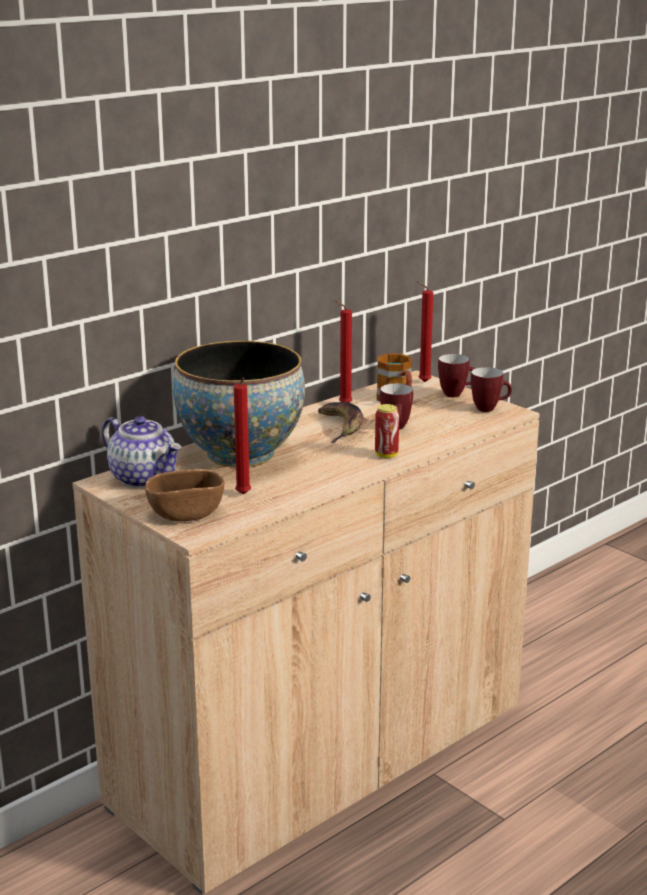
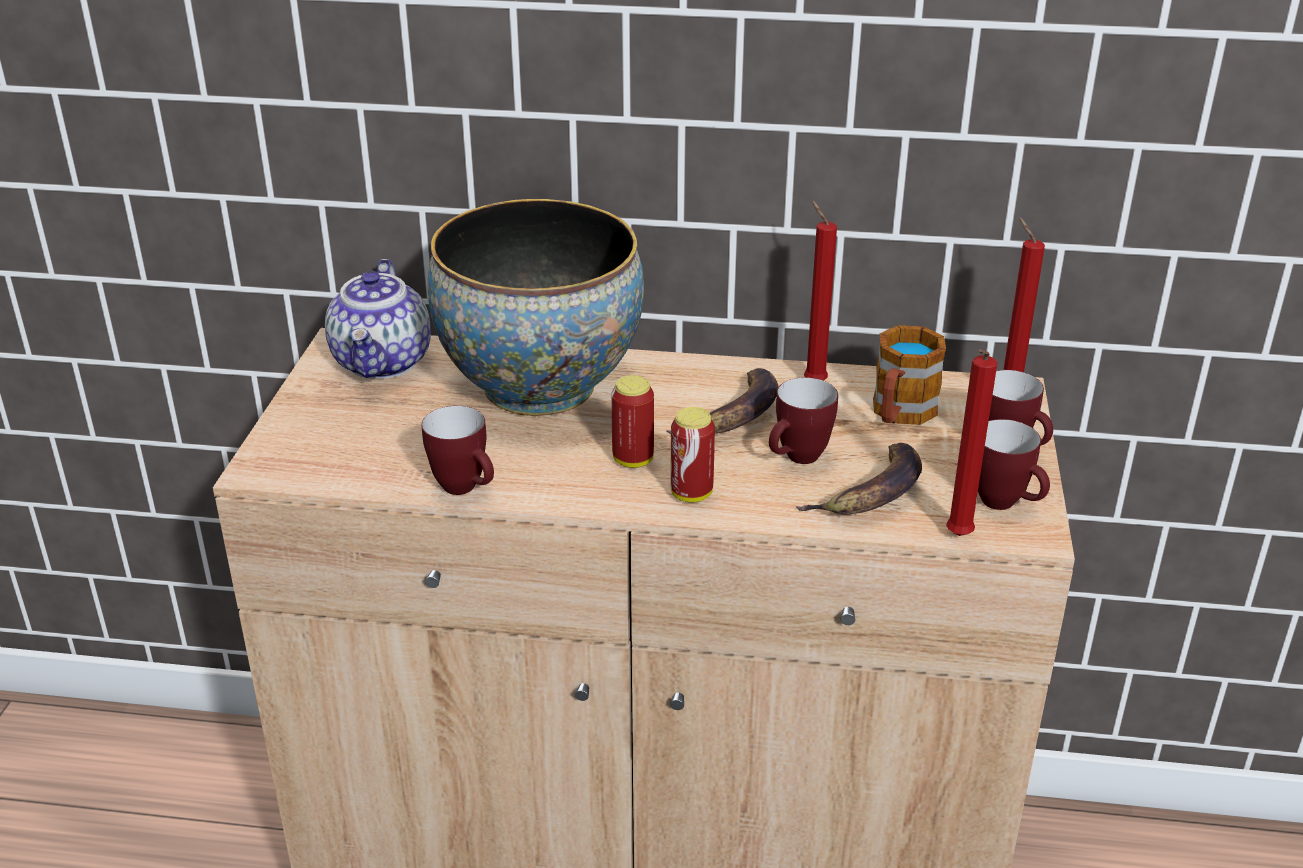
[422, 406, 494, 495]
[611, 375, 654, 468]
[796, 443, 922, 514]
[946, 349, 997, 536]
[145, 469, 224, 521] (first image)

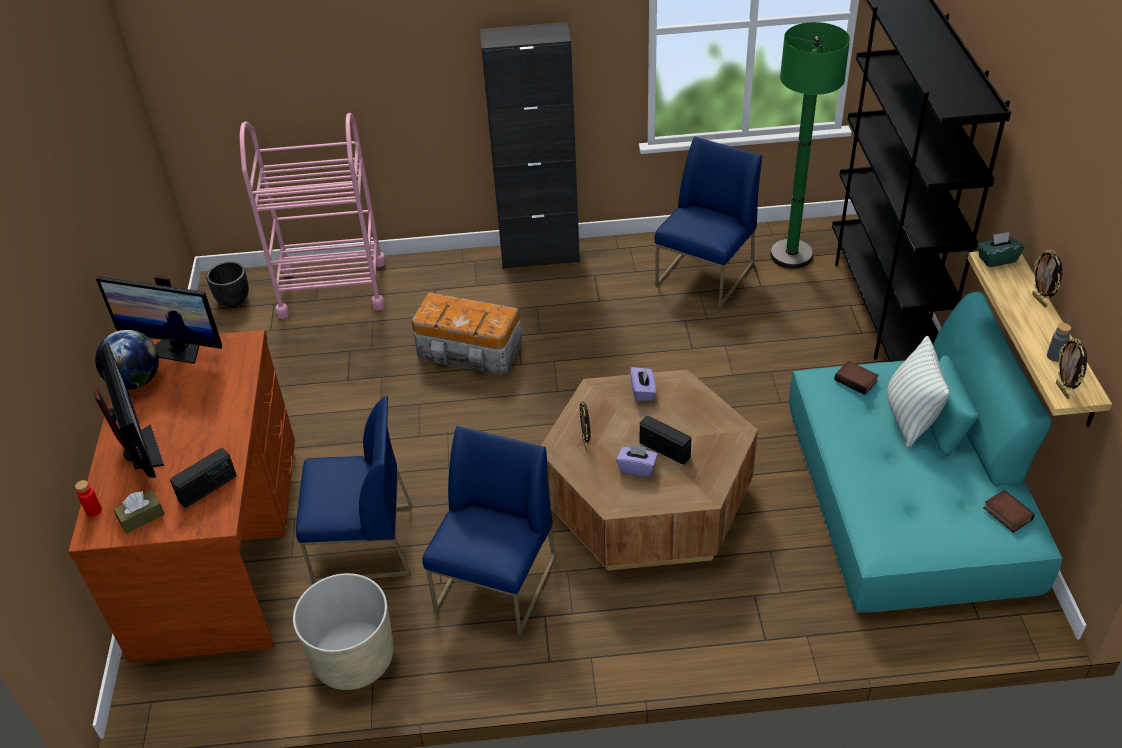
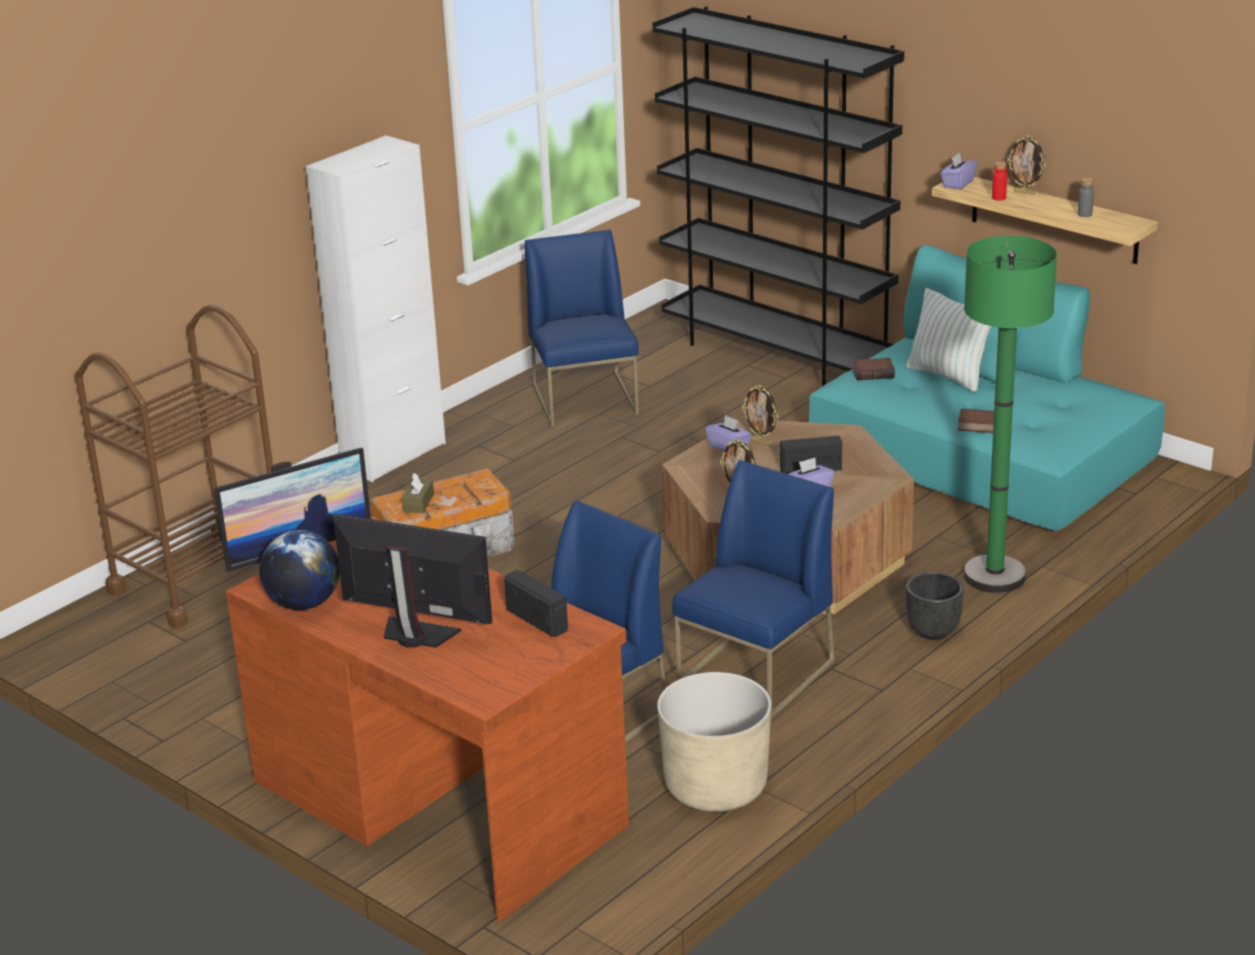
[75, 305, 273, 628]
[306, 135, 446, 482]
[402, 473, 434, 513]
[504, 569, 568, 637]
[672, 460, 835, 719]
[742, 385, 779, 445]
[906, 572, 964, 640]
[940, 152, 977, 190]
[958, 409, 994, 433]
[964, 236, 1057, 593]
[992, 162, 1007, 201]

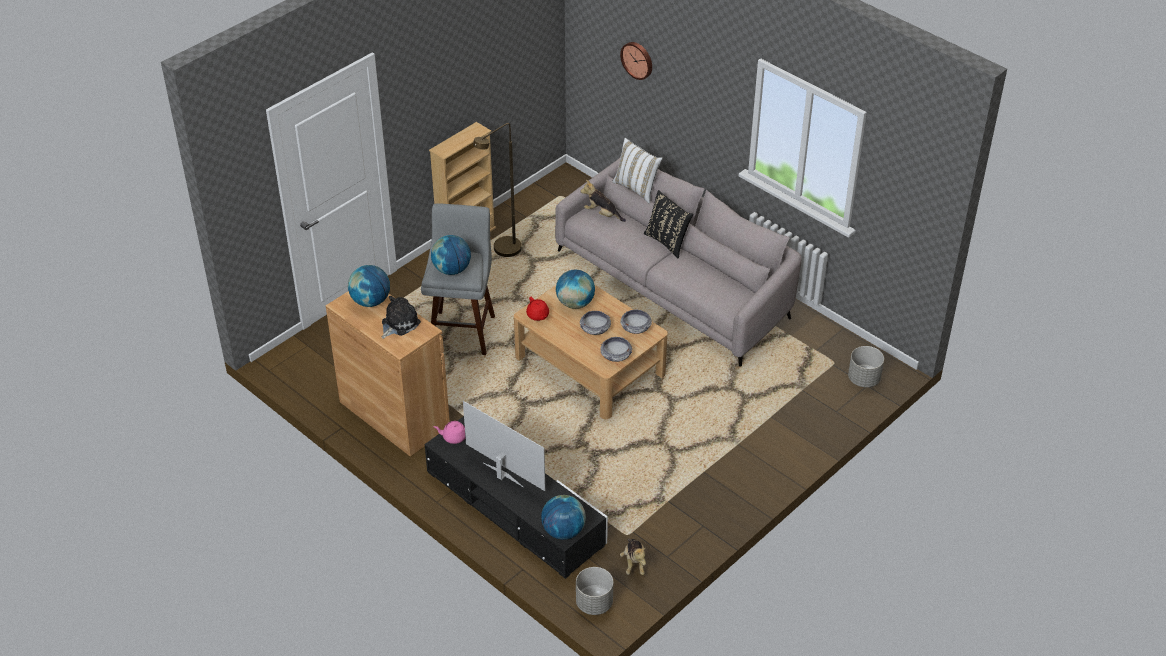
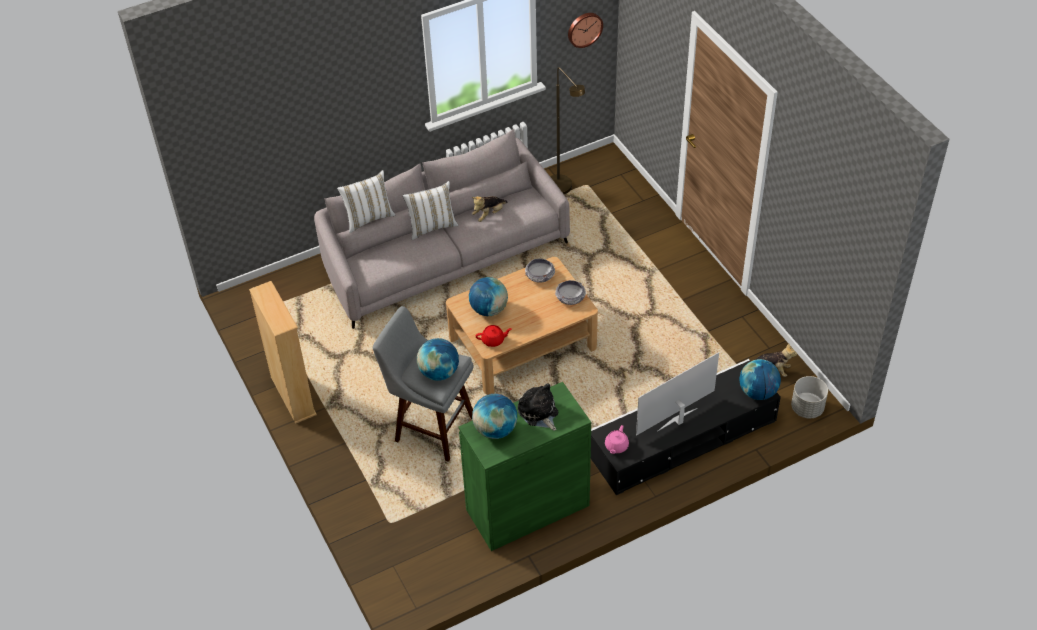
[403, 181, 459, 240]
[459, 382, 591, 551]
[472, 196, 507, 222]
[550, 67, 585, 194]
[568, 13, 603, 48]
[580, 311, 611, 335] (first image)
[848, 346, 884, 387] (first image)

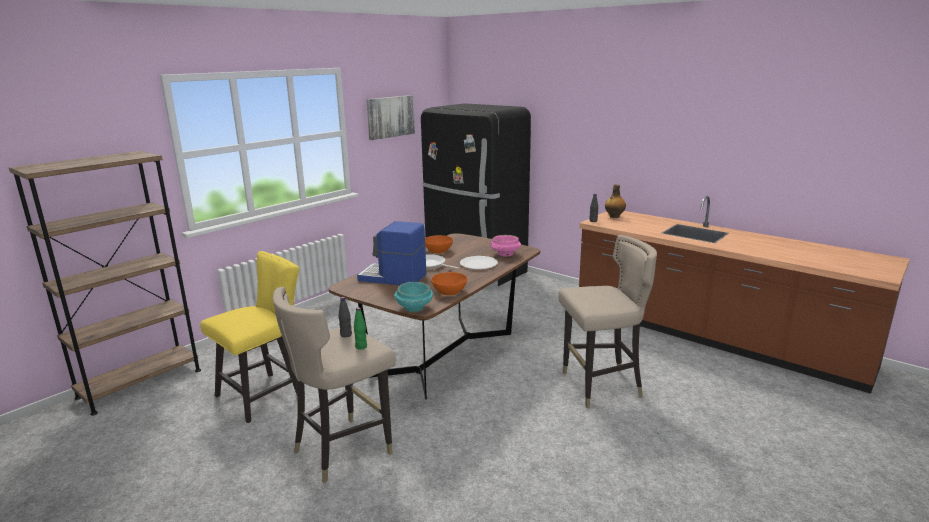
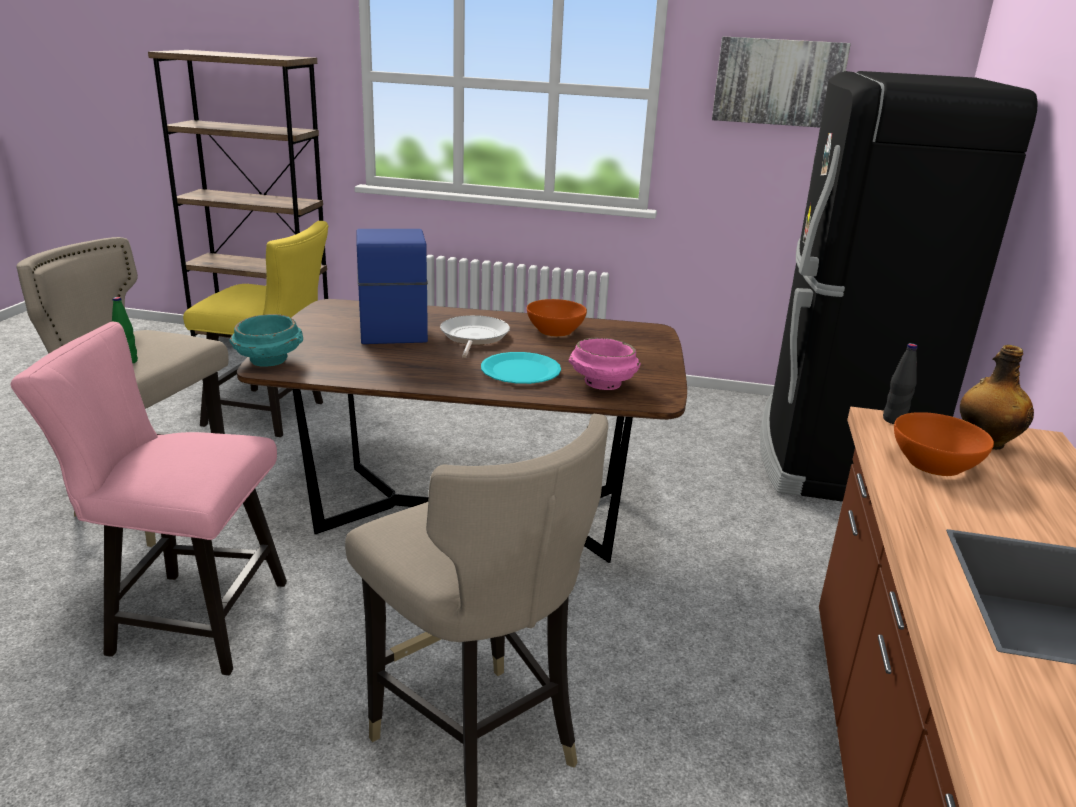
[11, 322, 287, 675]
[481, 352, 561, 384]
[894, 412, 994, 476]
[338, 297, 352, 337] (first image)

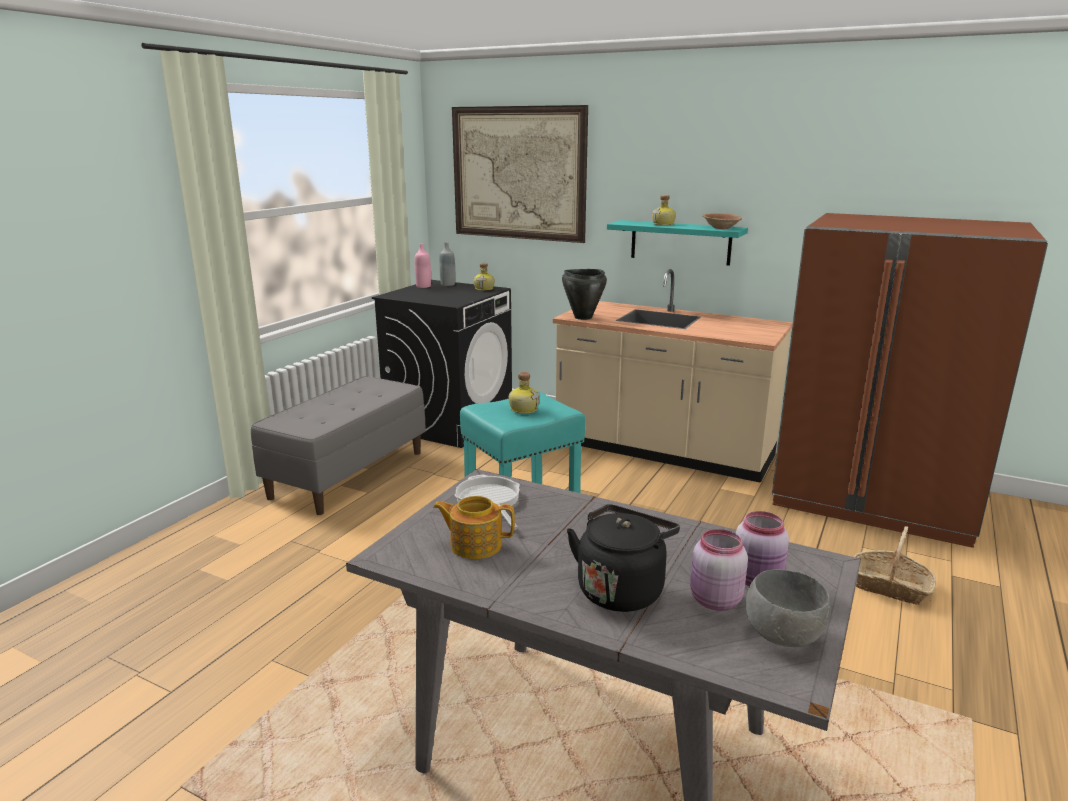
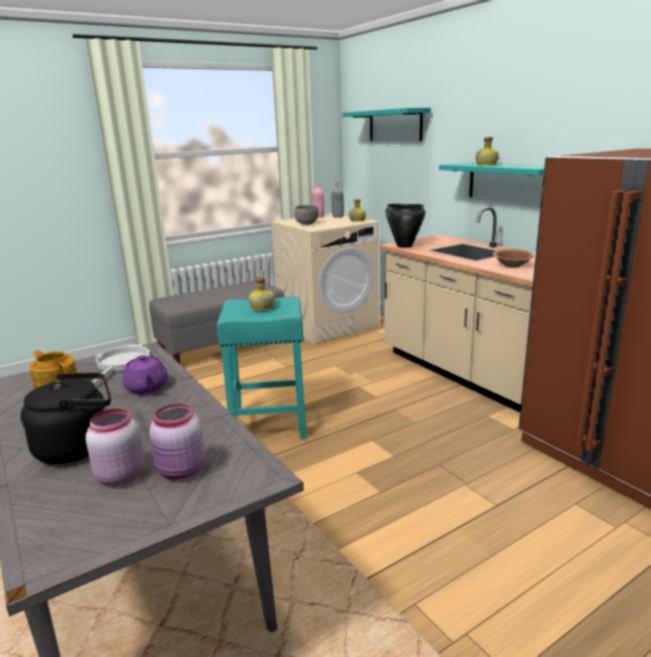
[122, 355, 168, 394]
[270, 213, 379, 344]
[294, 205, 319, 225]
[343, 108, 431, 141]
[493, 249, 534, 268]
[854, 526, 936, 605] (first image)

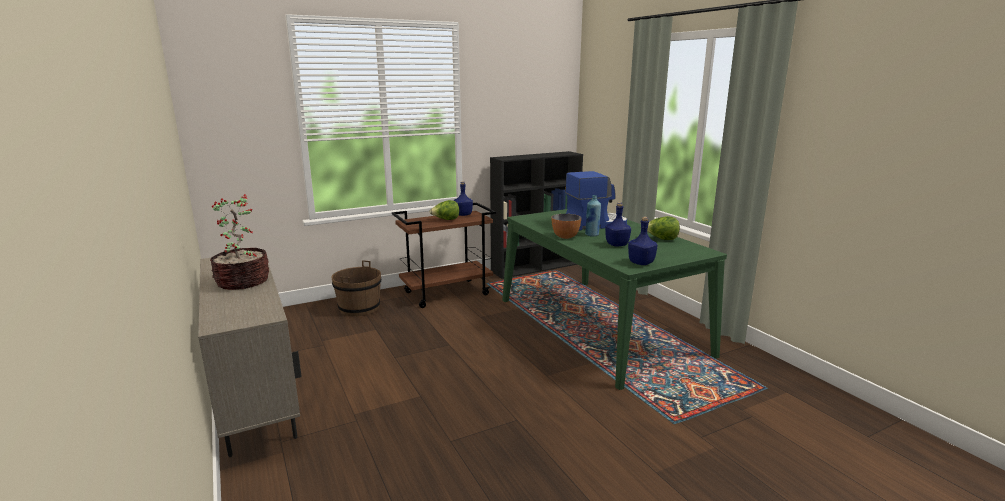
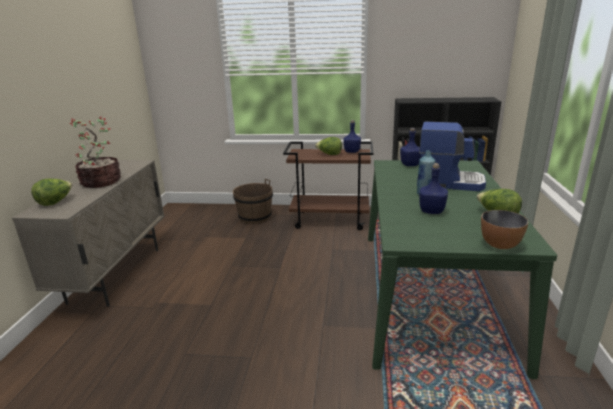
[31, 179, 72, 206]
[400, 128, 421, 166]
[481, 210, 529, 249]

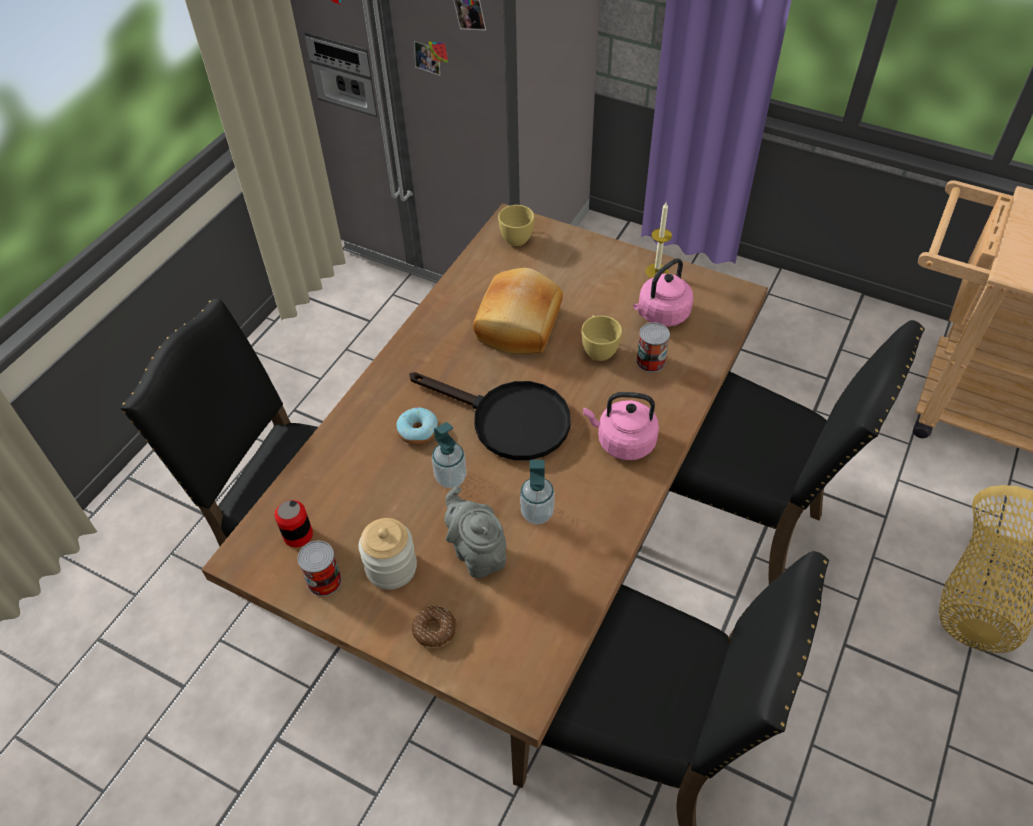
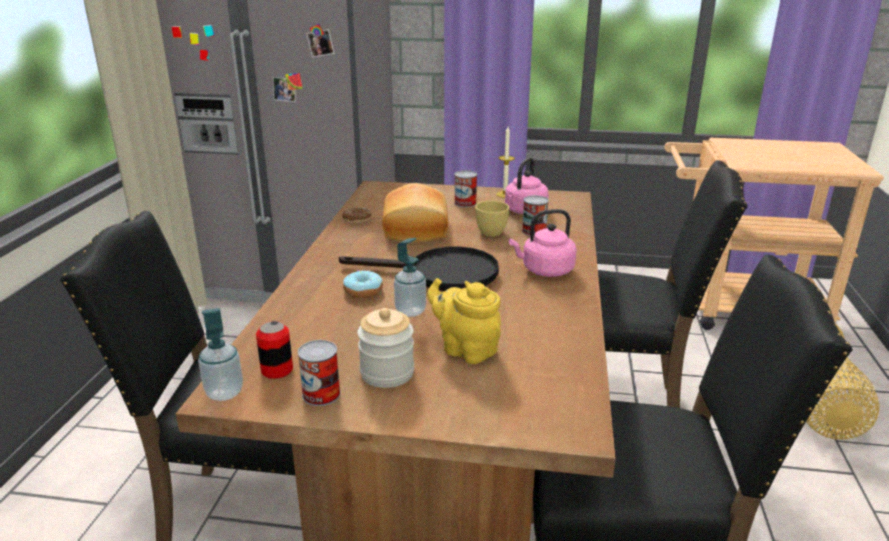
[198, 308, 243, 401]
[342, 208, 372, 224]
[427, 278, 501, 364]
[454, 170, 477, 207]
[498, 205, 534, 246] (first image)

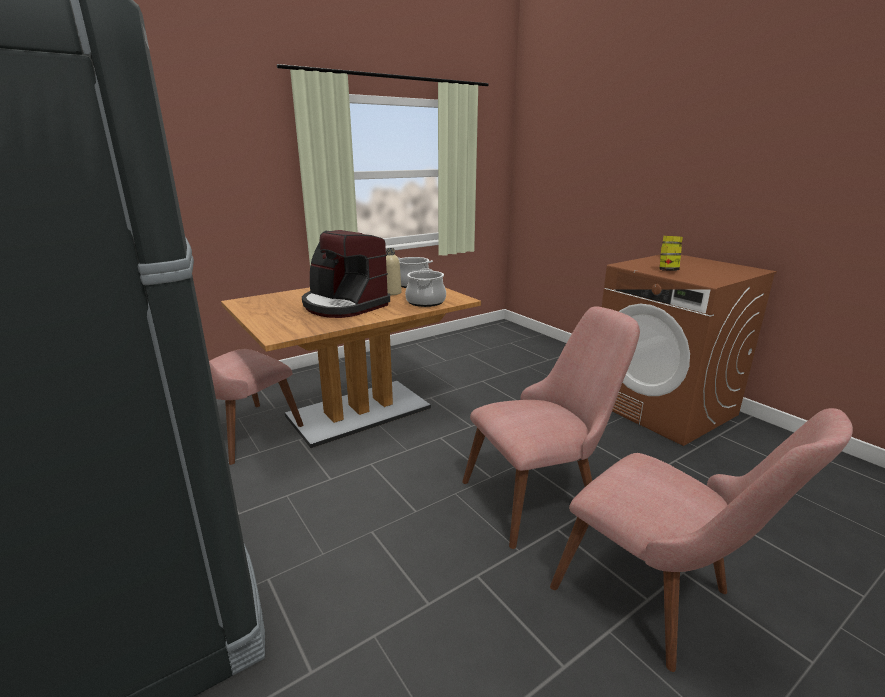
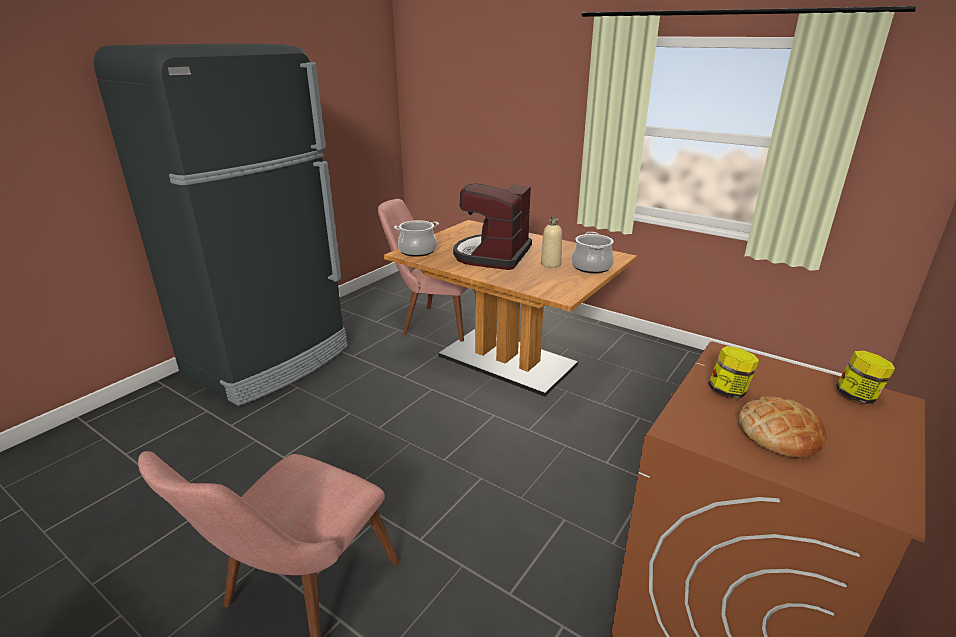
[394, 220, 439, 257]
[738, 396, 826, 458]
[462, 306, 640, 549] (first image)

